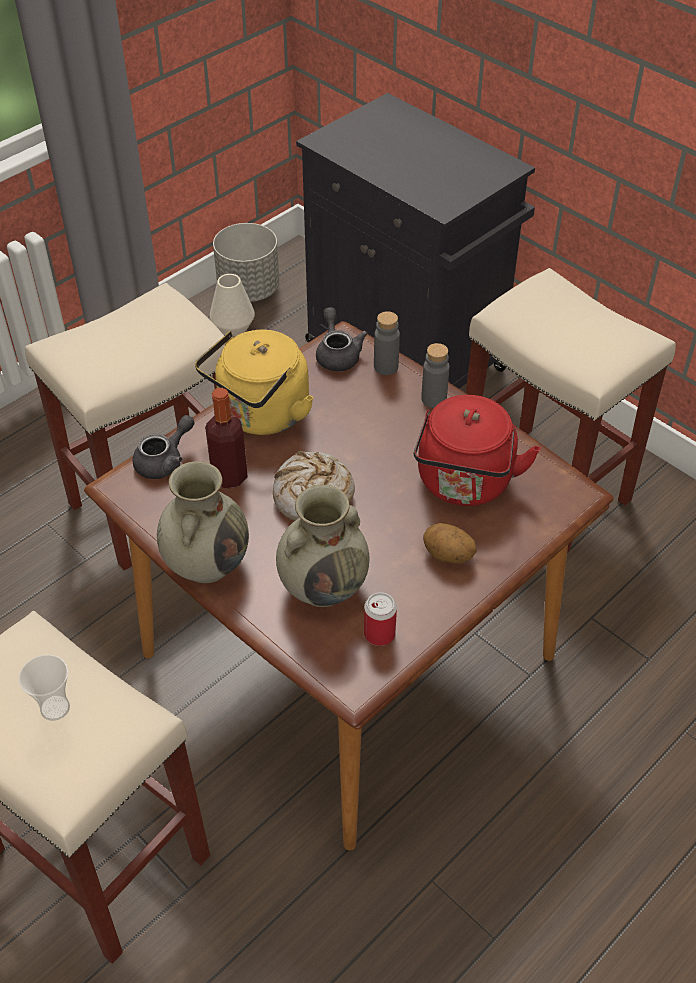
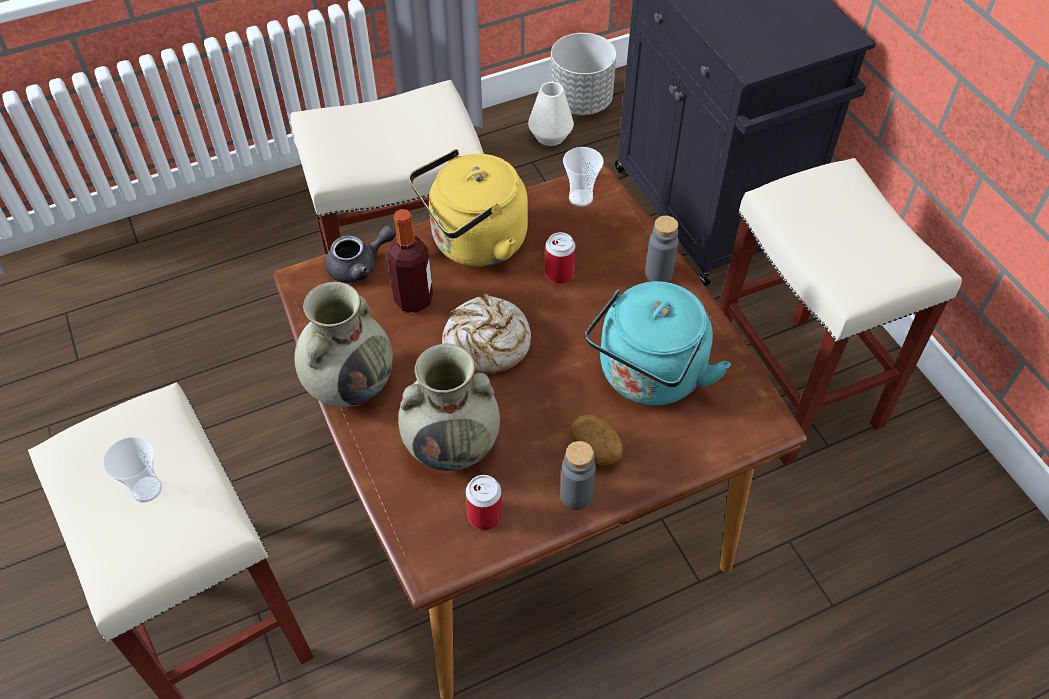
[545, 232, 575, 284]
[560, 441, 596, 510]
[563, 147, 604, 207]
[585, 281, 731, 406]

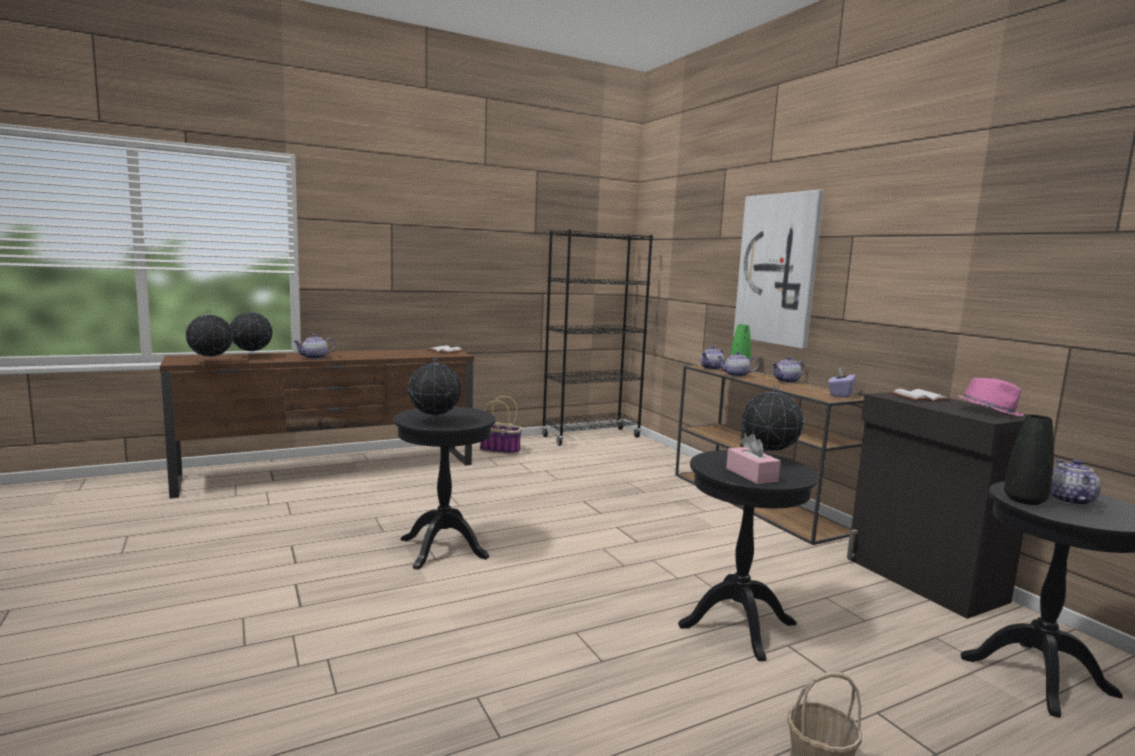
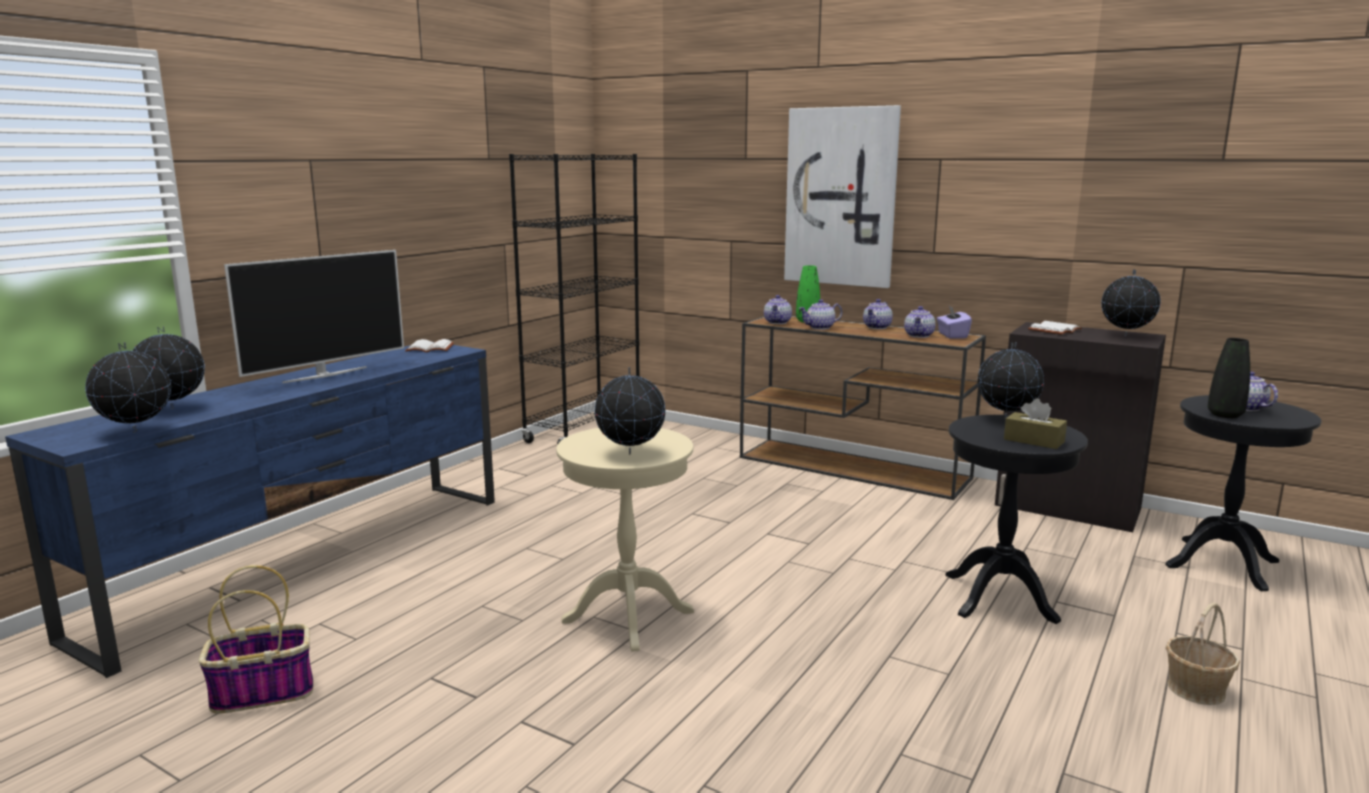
[5, 342, 495, 678]
[199, 565, 313, 713]
[224, 250, 404, 383]
[556, 428, 694, 651]
[904, 306, 936, 338]
[1004, 398, 1067, 449]
[1101, 269, 1161, 336]

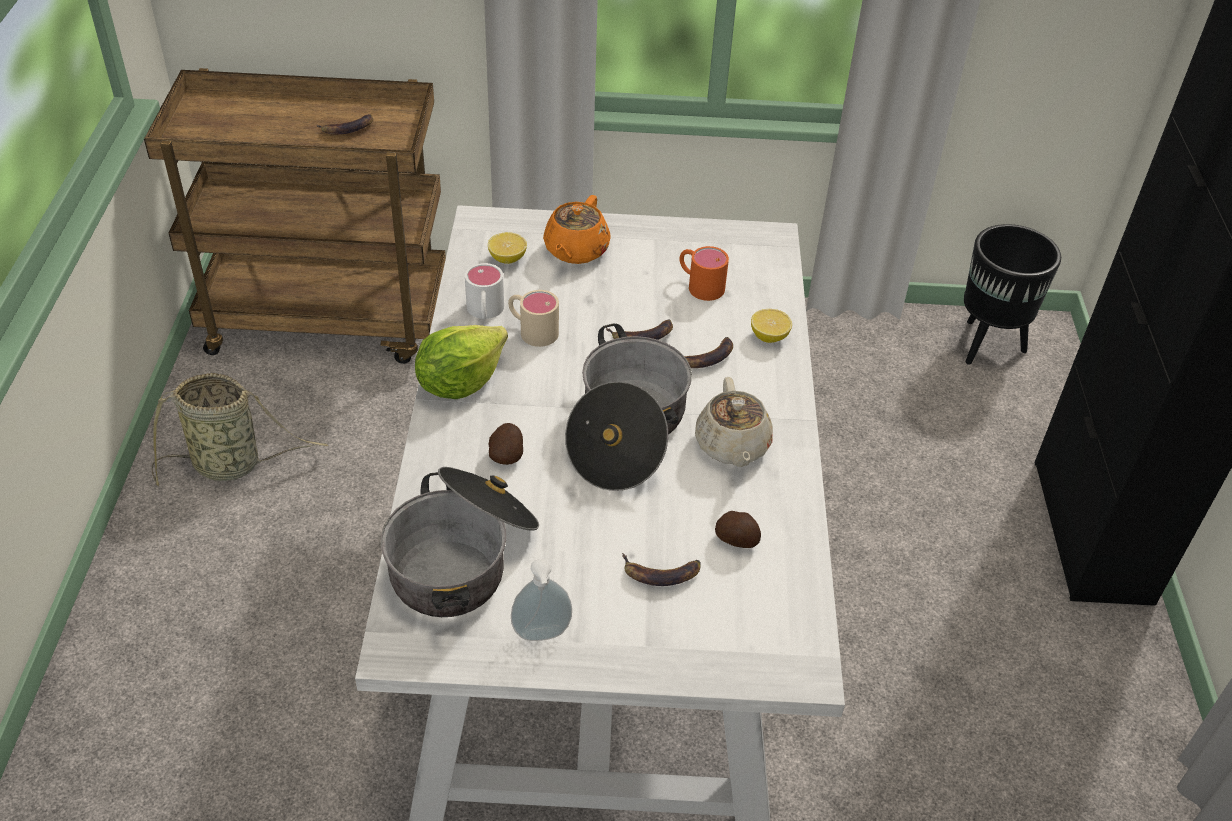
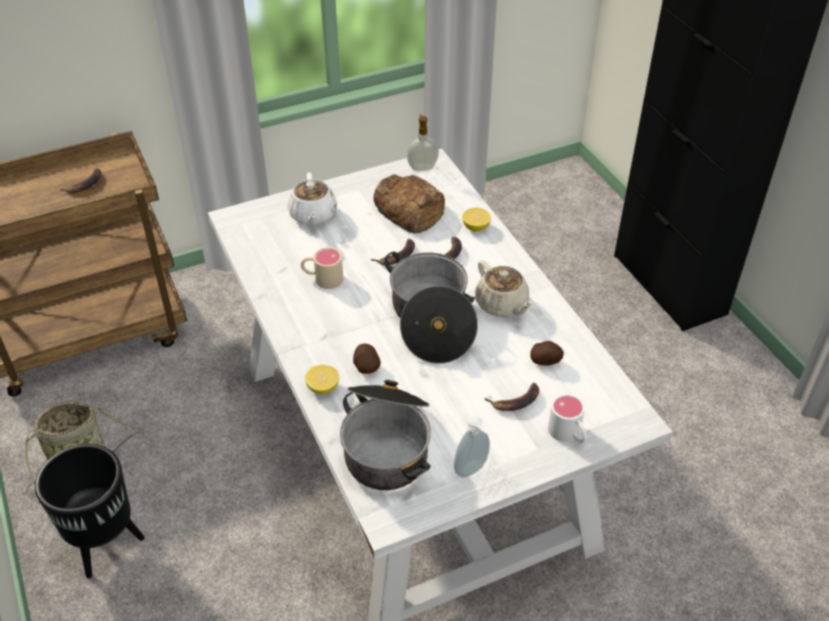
[35, 444, 145, 579]
[287, 173, 337, 225]
[305, 365, 339, 394]
[374, 174, 445, 234]
[407, 114, 439, 171]
[548, 394, 587, 443]
[415, 325, 508, 399] (first image)

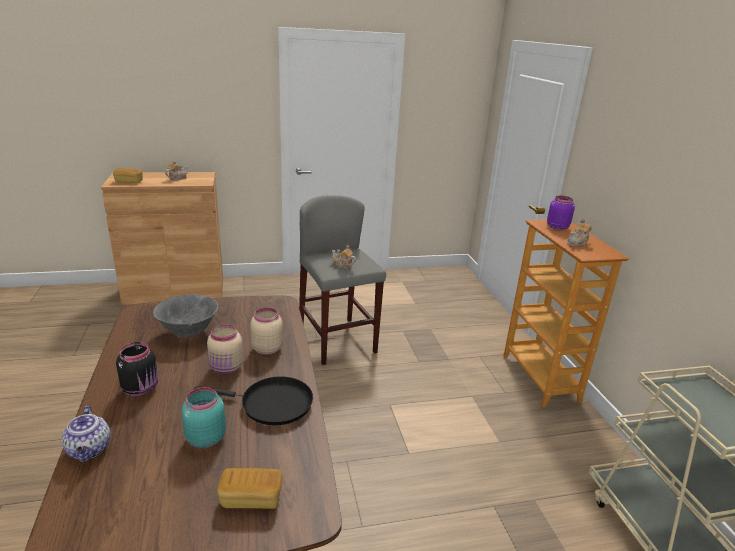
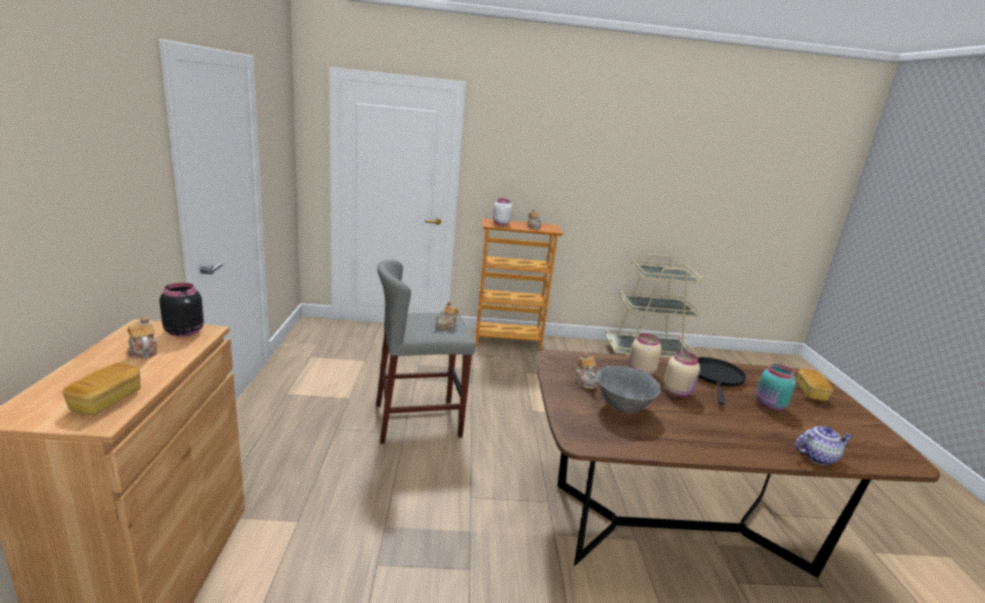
[159, 283, 204, 337]
[493, 199, 512, 225]
[575, 352, 597, 389]

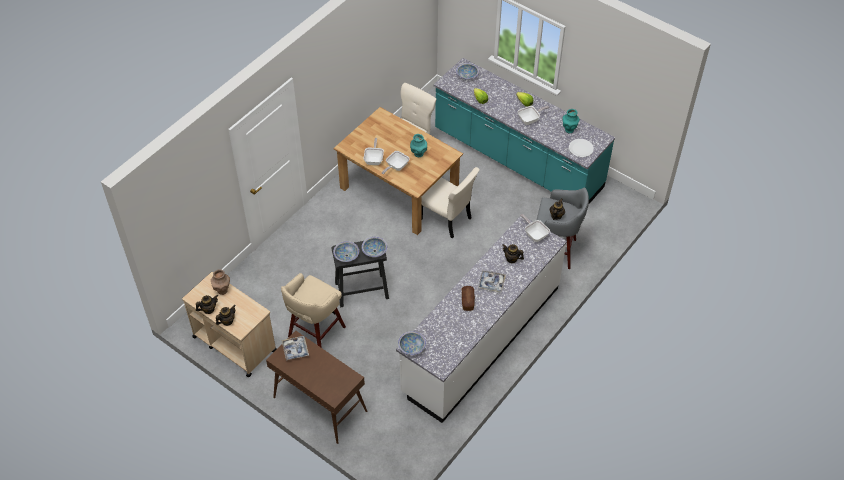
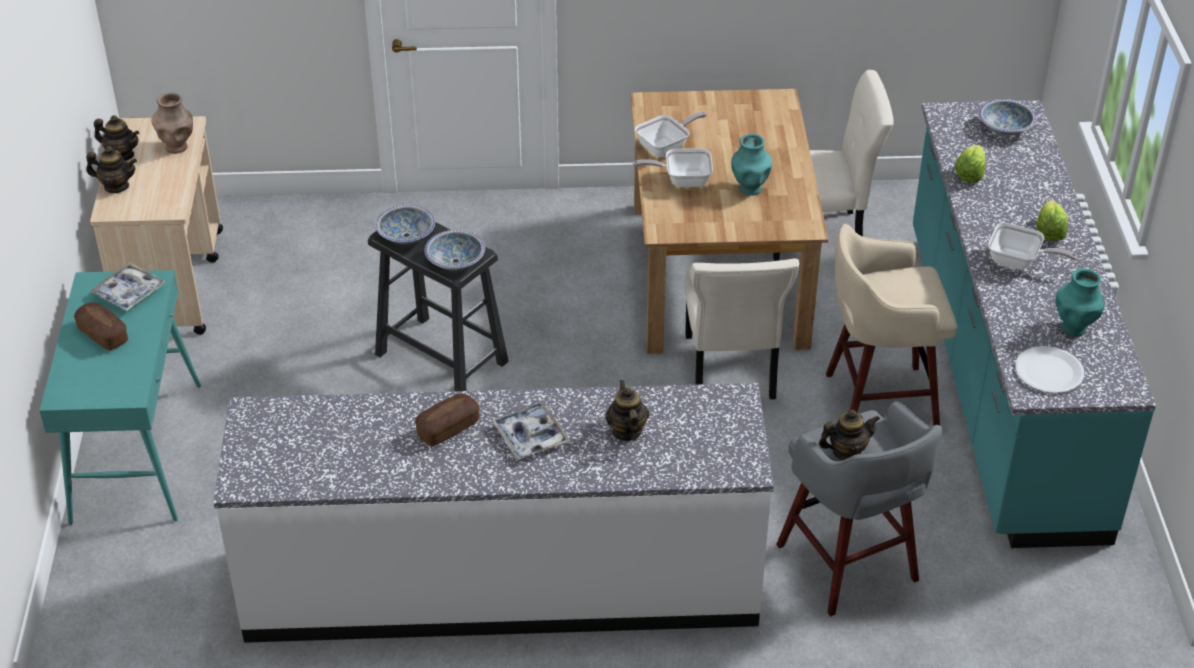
[39, 270, 201, 525]
[74, 303, 128, 351]
[826, 224, 957, 426]
[398, 331, 426, 355] (first image)
[520, 214, 550, 242] (first image)

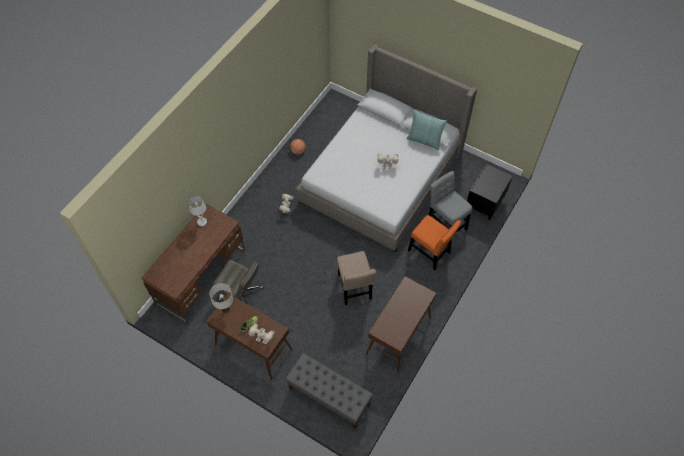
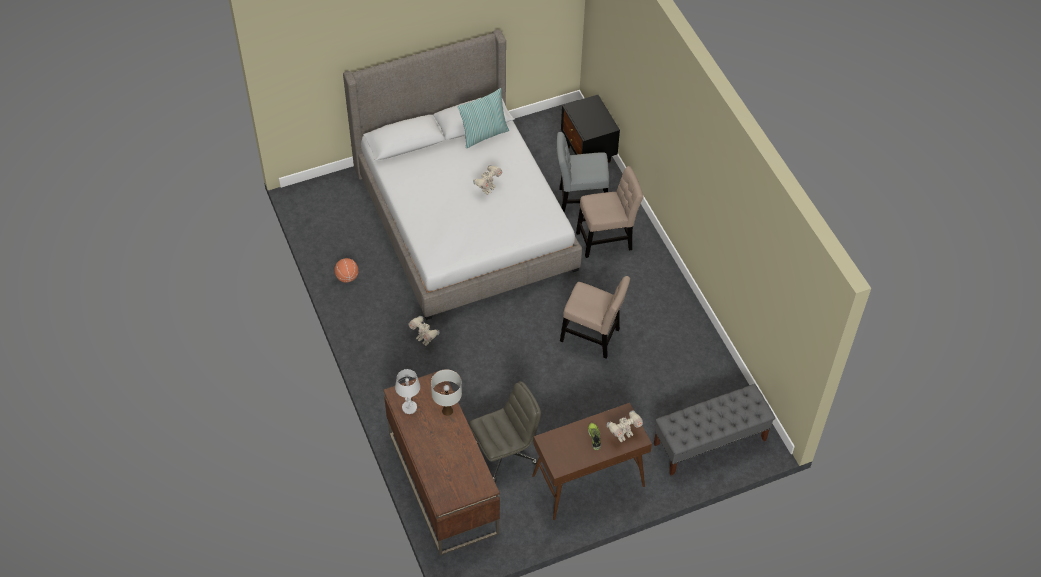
[431, 369, 462, 416]
[576, 166, 644, 258]
[366, 276, 436, 373] (first image)

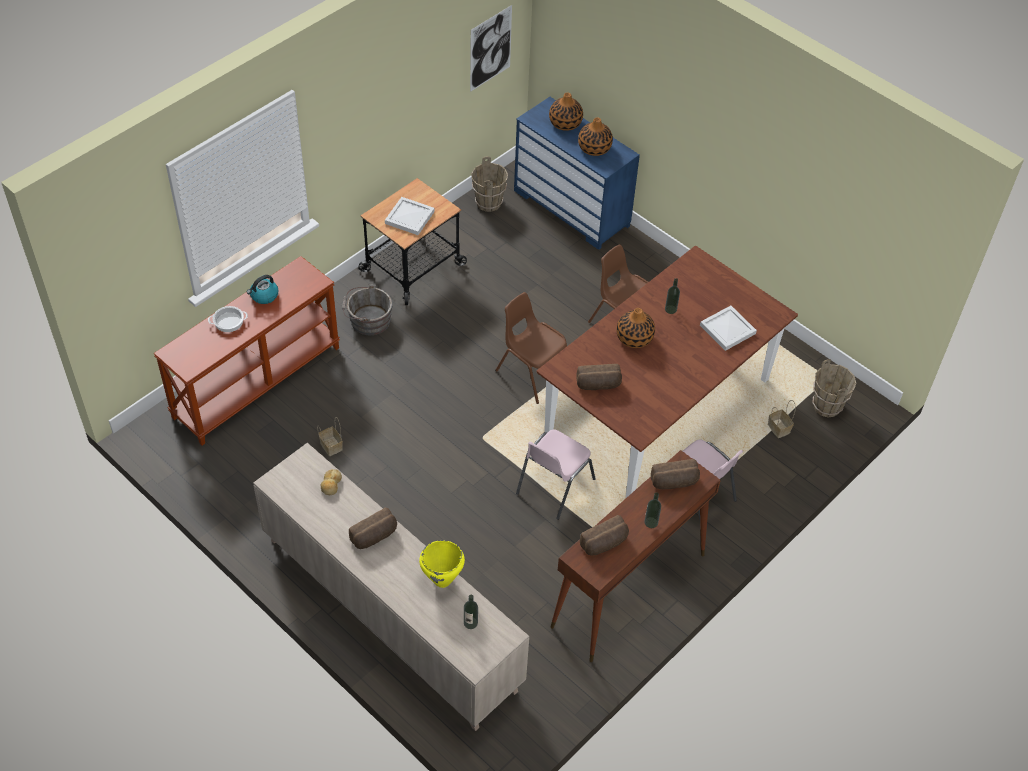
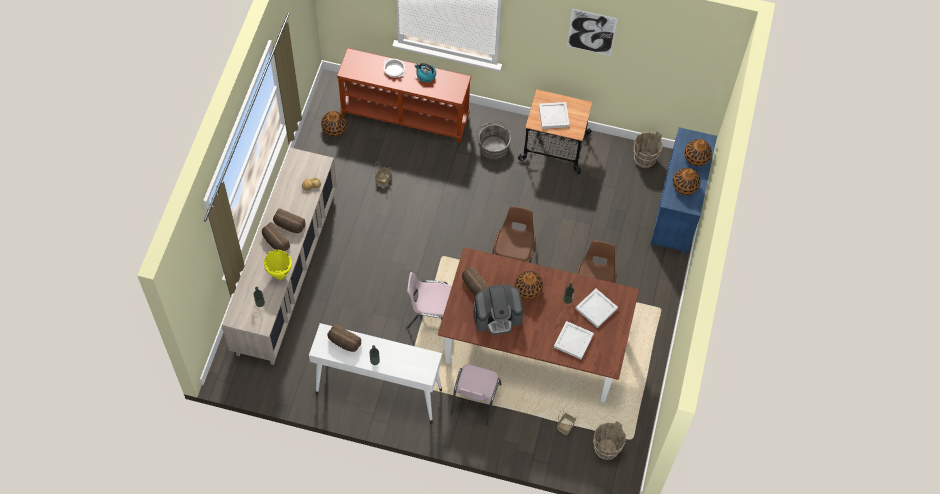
[262, 222, 290, 251]
[309, 323, 442, 424]
[321, 111, 347, 136]
[474, 285, 523, 335]
[567, 9, 618, 56]
[575, 289, 618, 328]

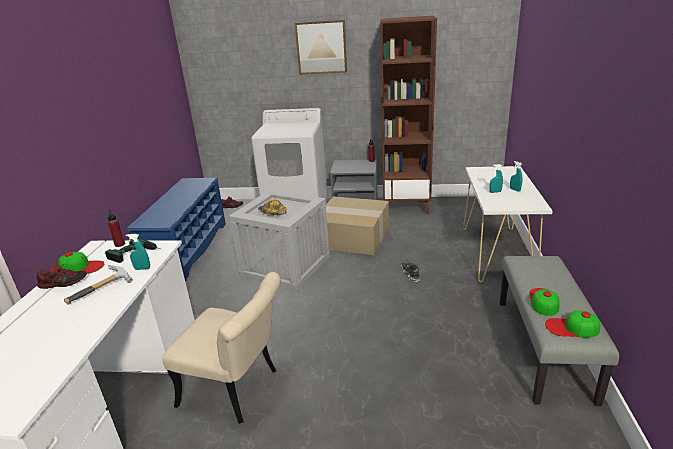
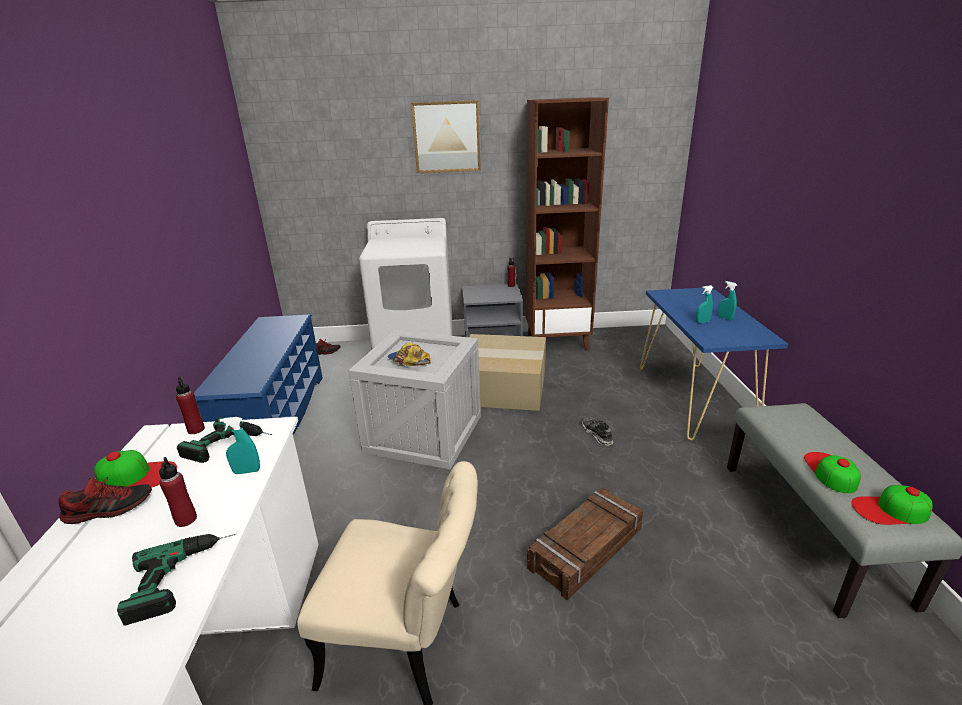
[117, 534, 236, 626]
[159, 457, 197, 527]
[527, 488, 643, 600]
[640, 288, 788, 440]

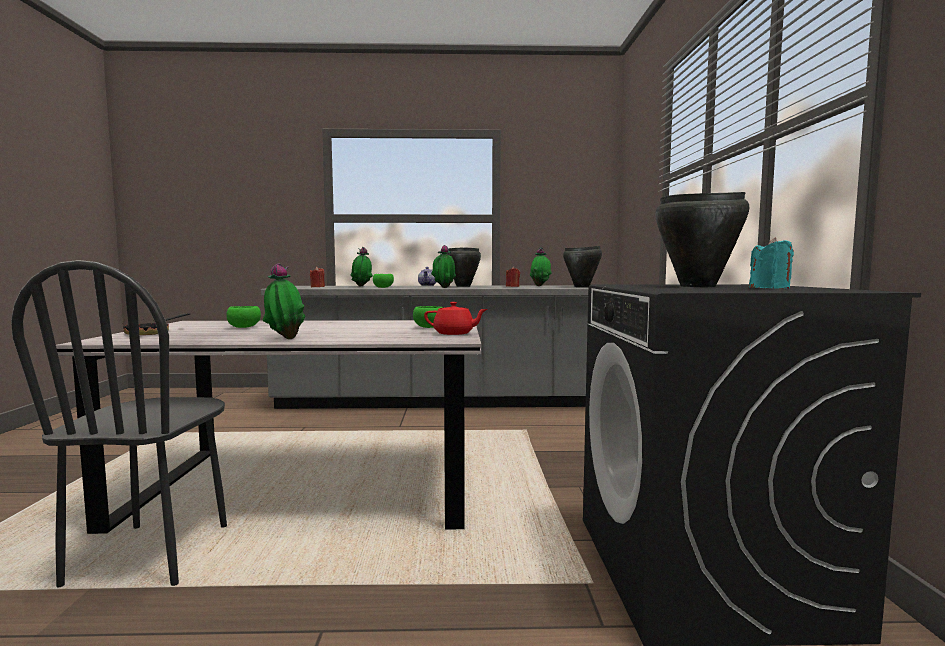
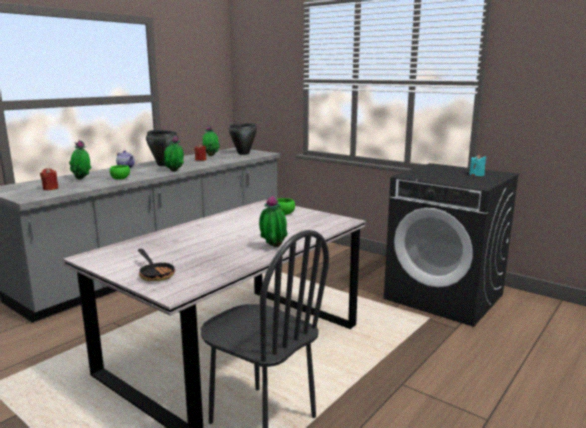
[226, 306, 261, 328] (first image)
[424, 302, 487, 335] (first image)
[655, 192, 750, 287] (first image)

